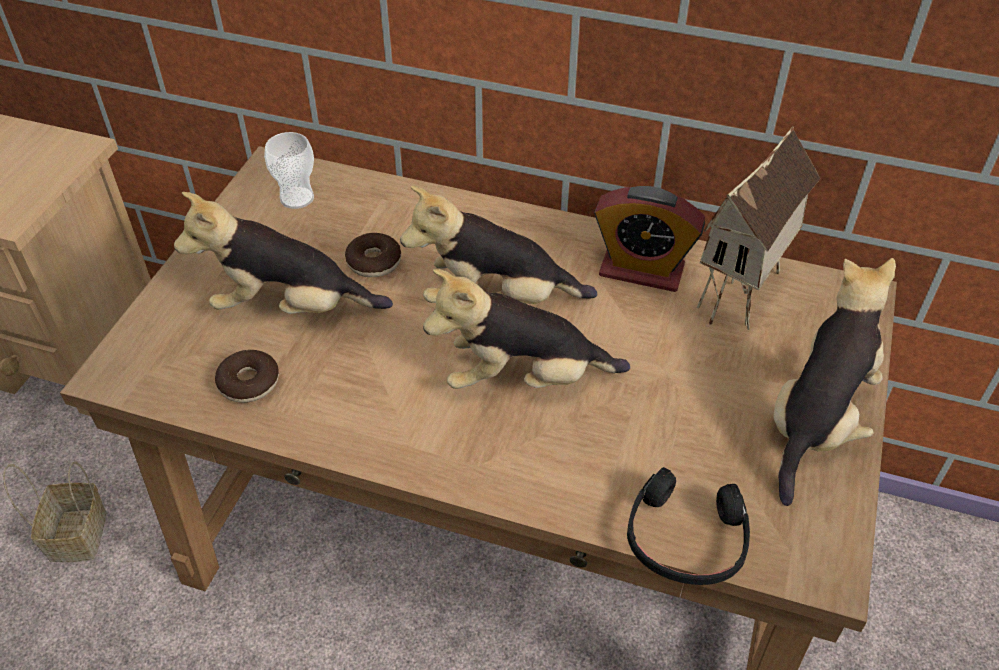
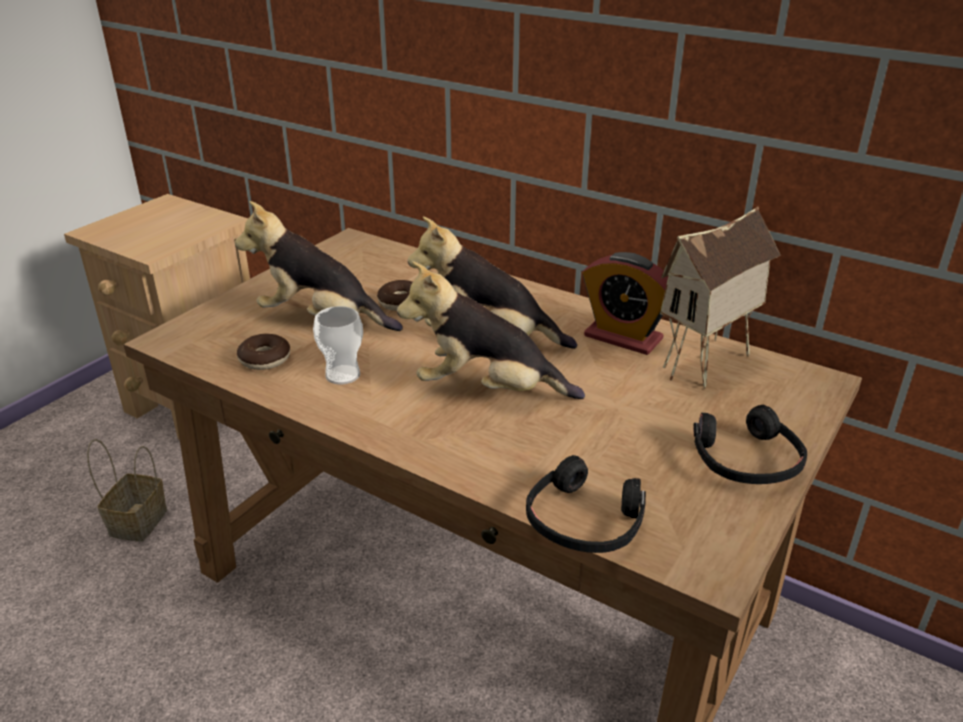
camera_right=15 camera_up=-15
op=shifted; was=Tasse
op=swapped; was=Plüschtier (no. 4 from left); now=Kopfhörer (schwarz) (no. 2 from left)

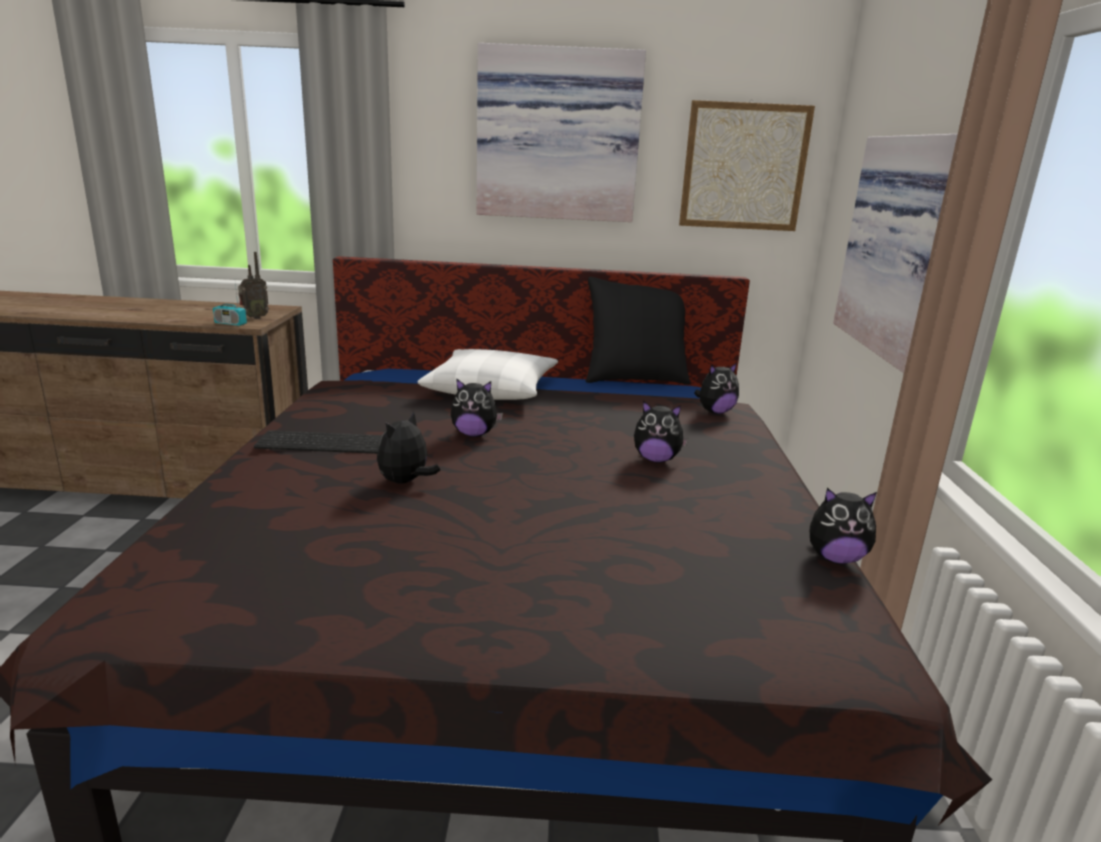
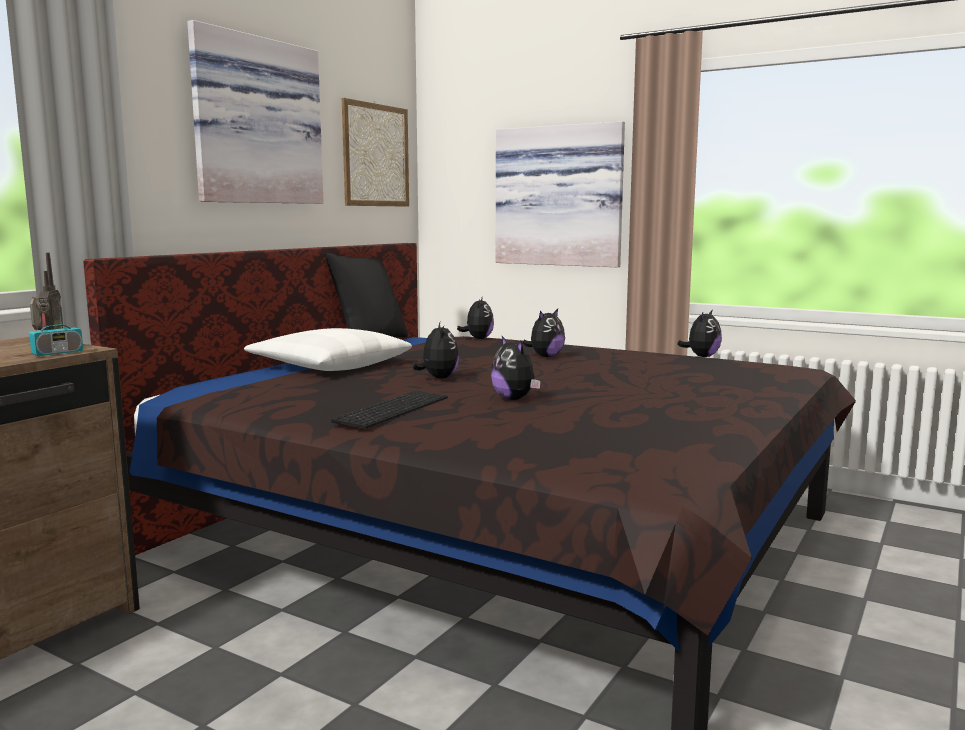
camera_right=-60 camera_up=-10
op=rotated; was=Plüschtier (no. 2 from left in the first image); clockwise=-45

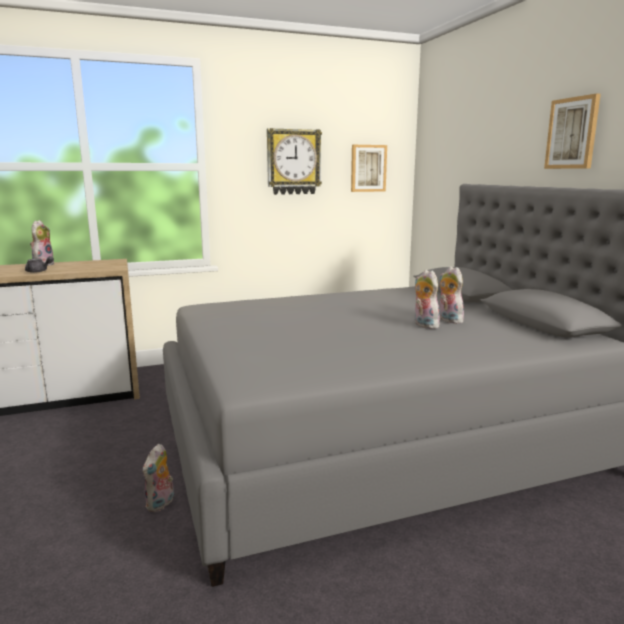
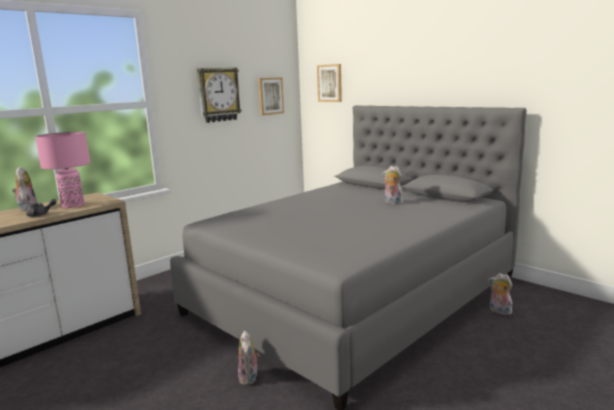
camera_right=-25 camera_up=0
op=new; now=Tischlampe (rosa)
op=shifted; was=Bild (no. 2 from left)
op=shifted; was=Plüschtier (no. 3 from left in the first image); now=Plüschtier (no. 4 from left)

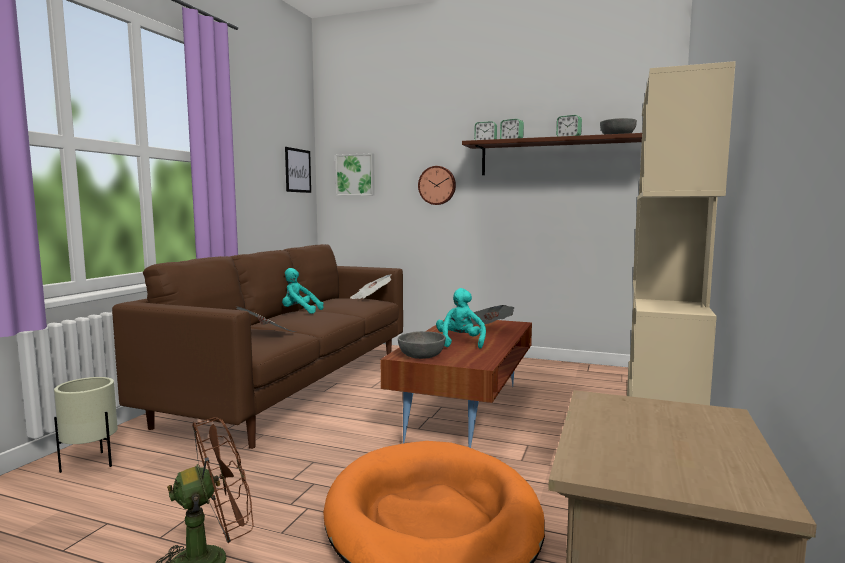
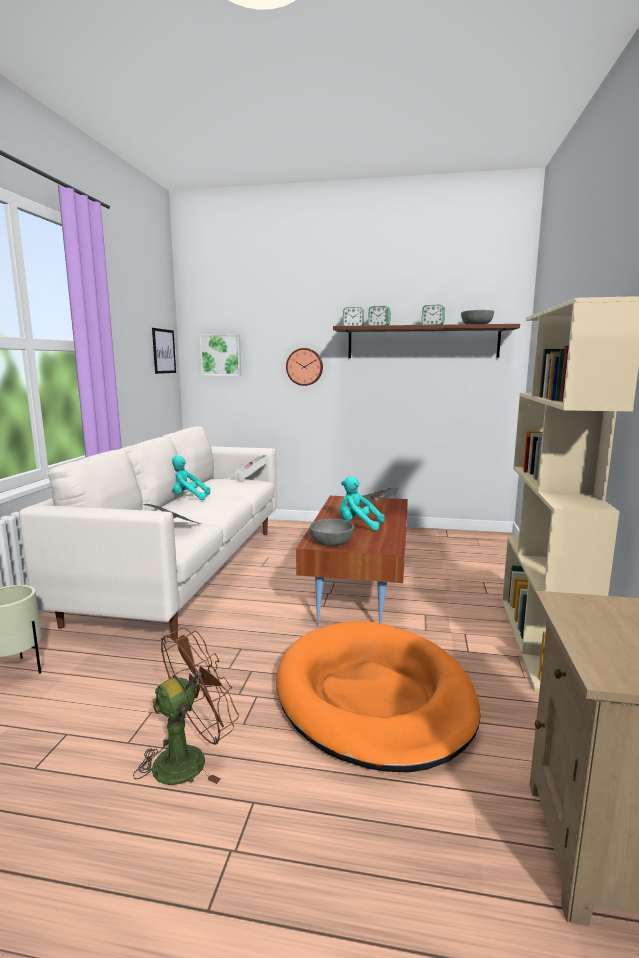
camera_right=-10 camera_up=5
op=repainted; was=Sofa (braun); now=Sofa (weiß)
op=rotated; was=Plüschtier (türkis) (no. 2 from left); clockwise=-60

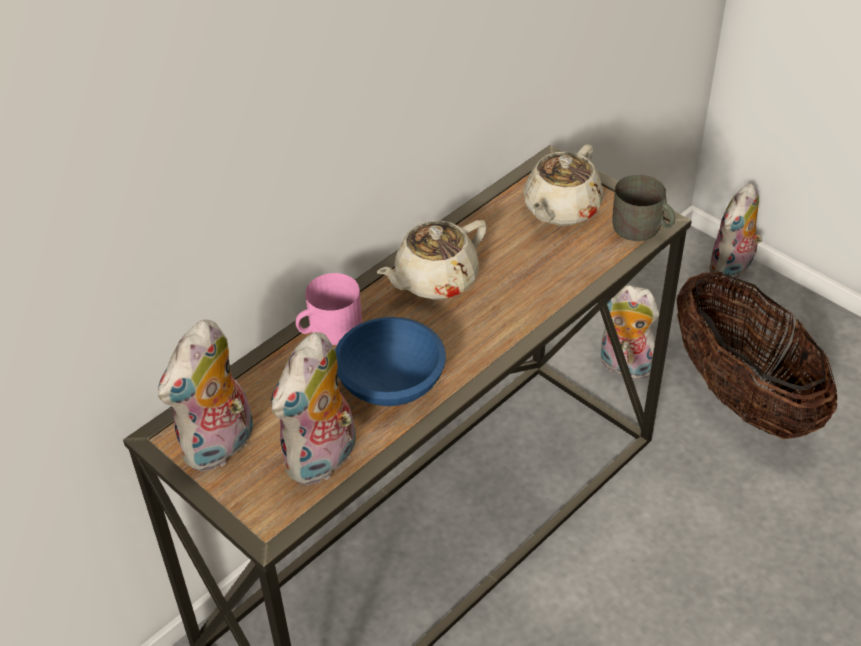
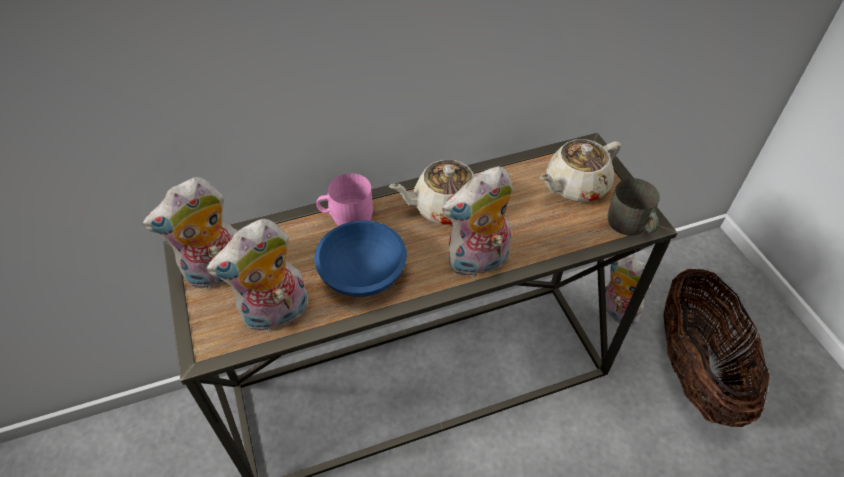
camera_right=25 camera_up=5
op=shifted; was=Plüschtier (no. 4 from left in the first image); now=Plüschtier (no. 3 from left)

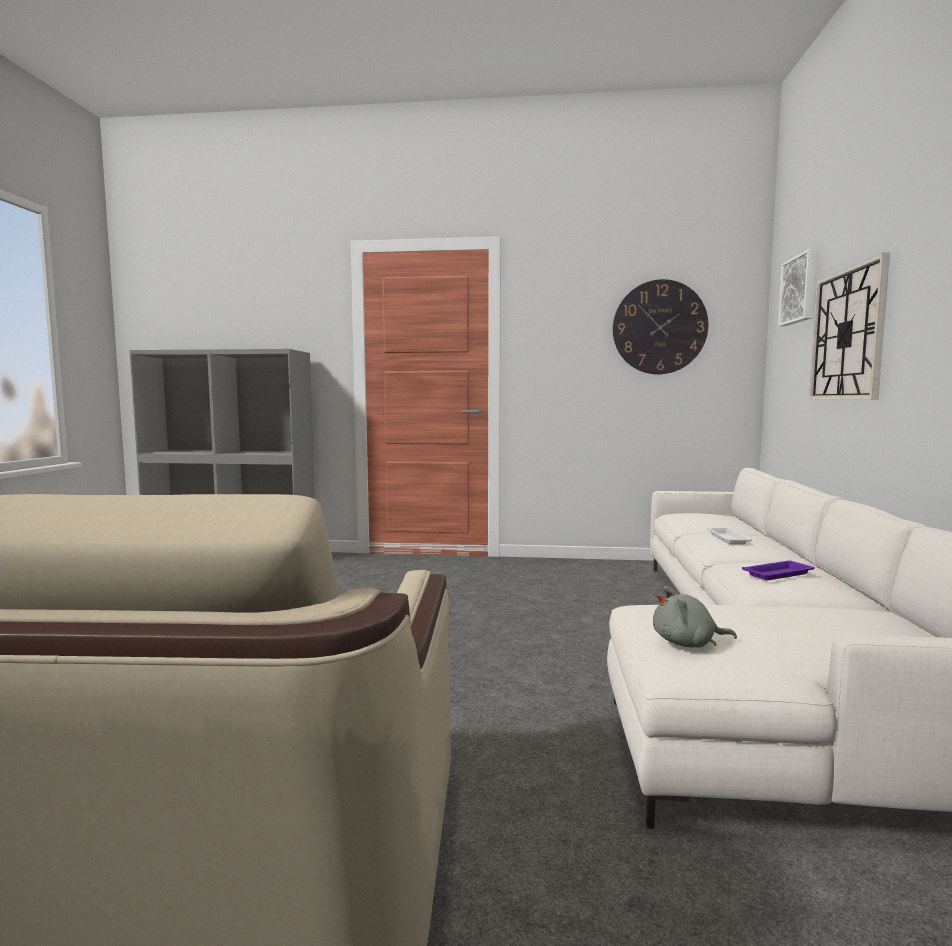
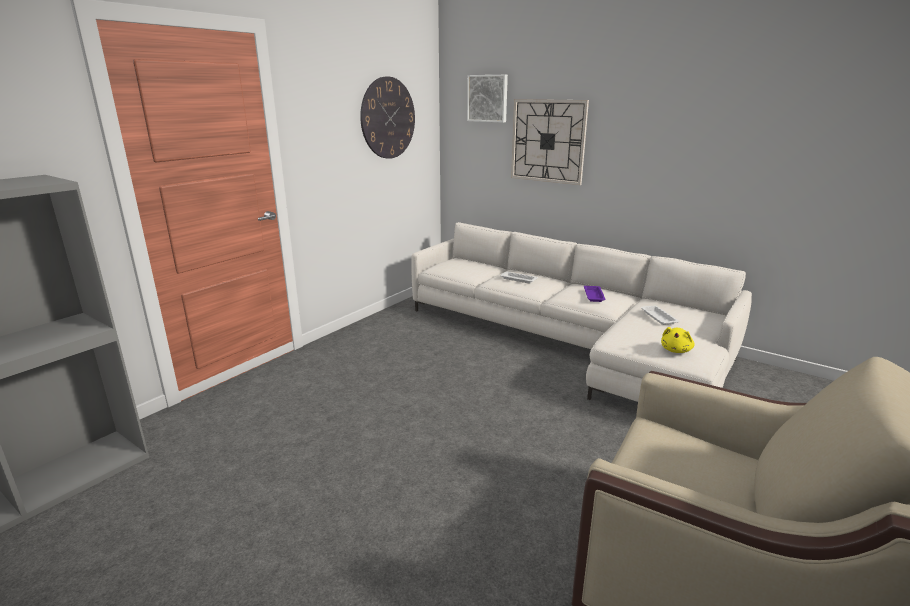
camera_right=-60 camera_up=15
op=new; now=Tablett (weiß) (no. 2 from left)
op=repainted; was=Plüschtier (grau); now=Plüschtier (gelb)

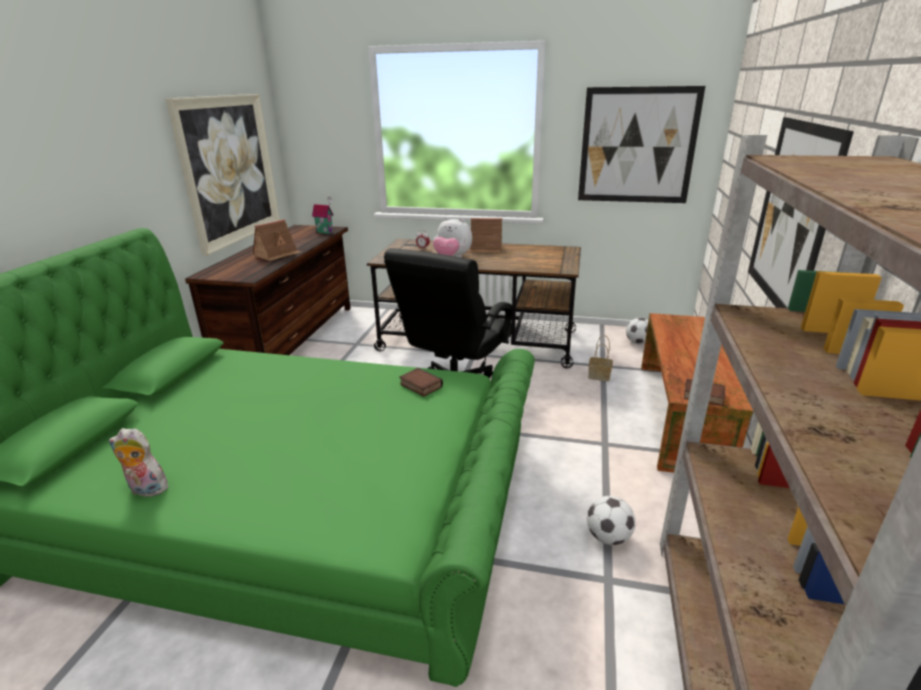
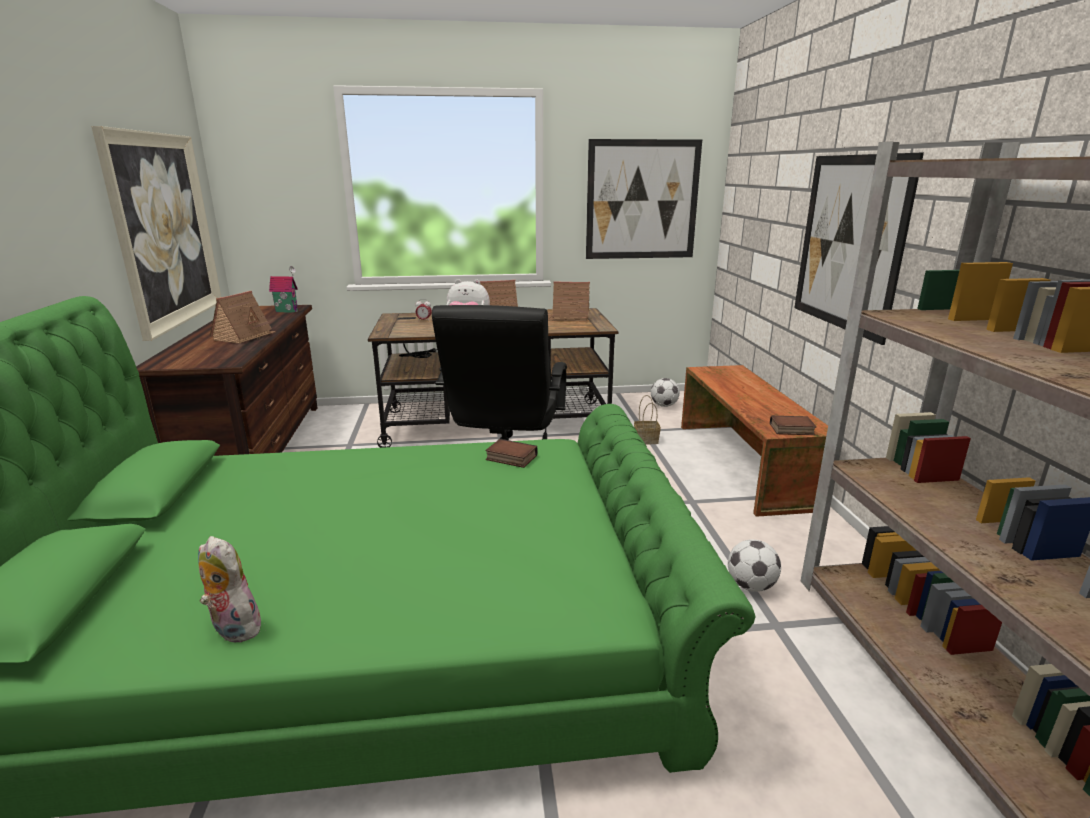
camera_right=-20 camera_up=-5
op=rotated; was=Plüschtier (no. 1 from left); clockwise=45
op=new; now=Spielzeughaus (no. 4 from left)

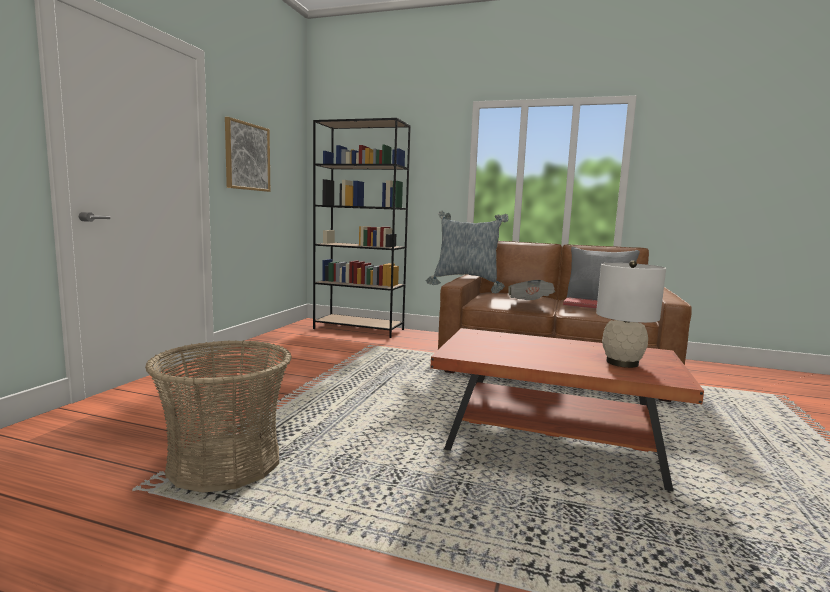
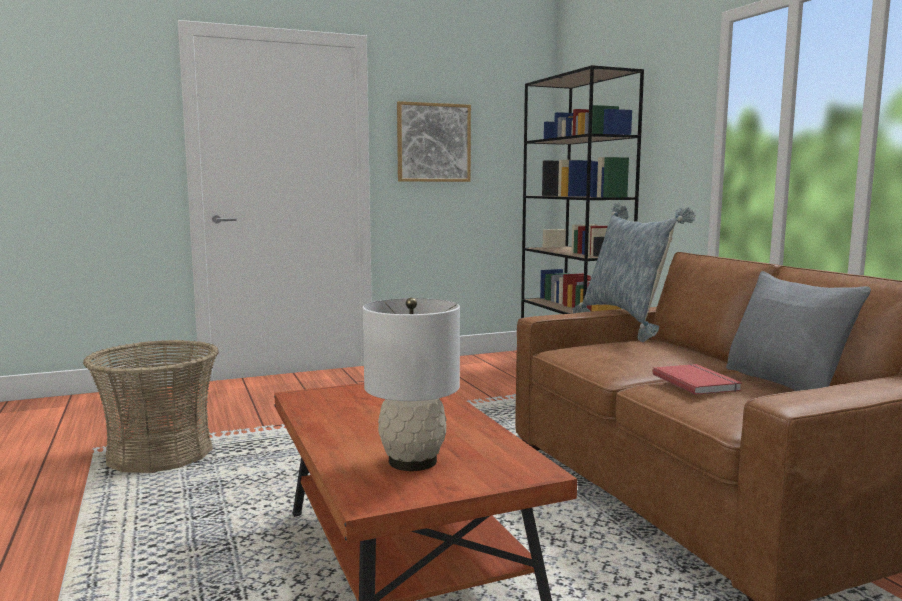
camera_right=50 camera_up=0
op=gone; was=Zeitung

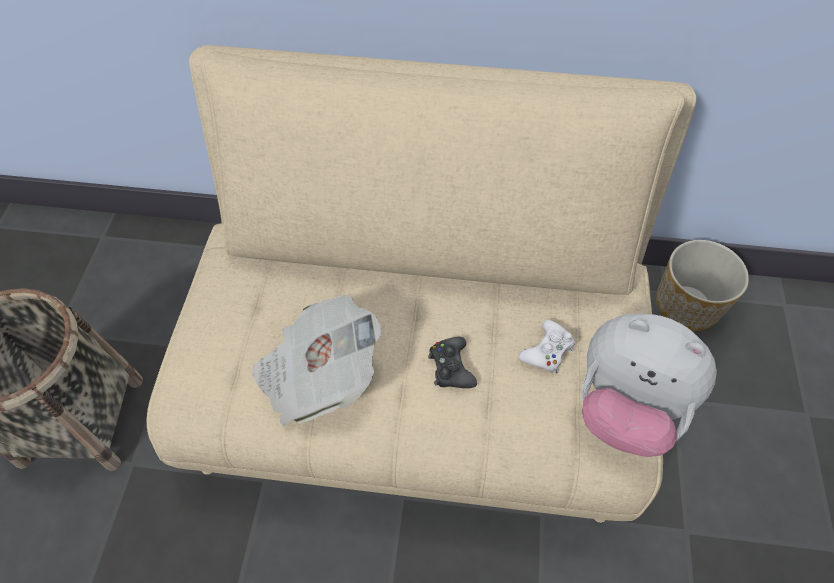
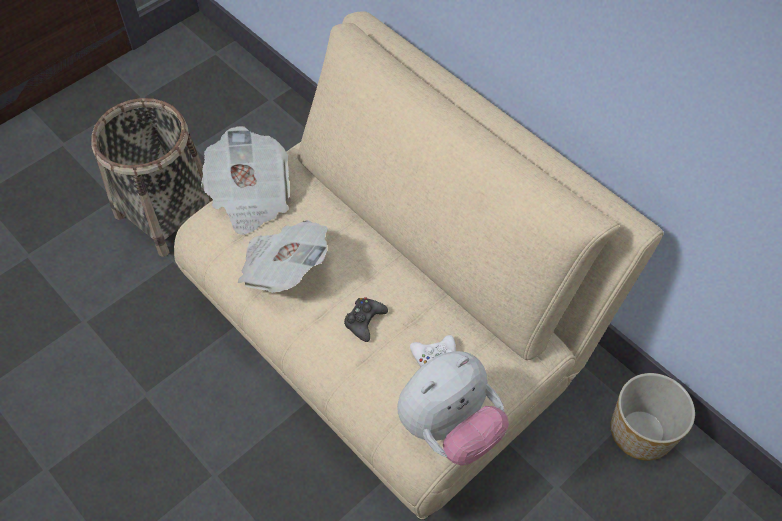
camera_right=40 camera_up=0
op=new; now=Zeitung (no. 1 from left)
op=rotated; was=Plüschtier; clockwise=-105

